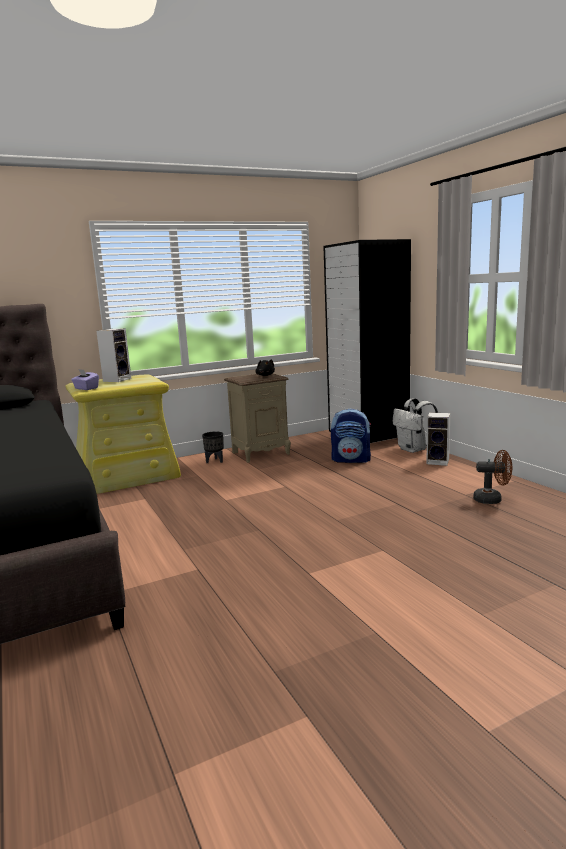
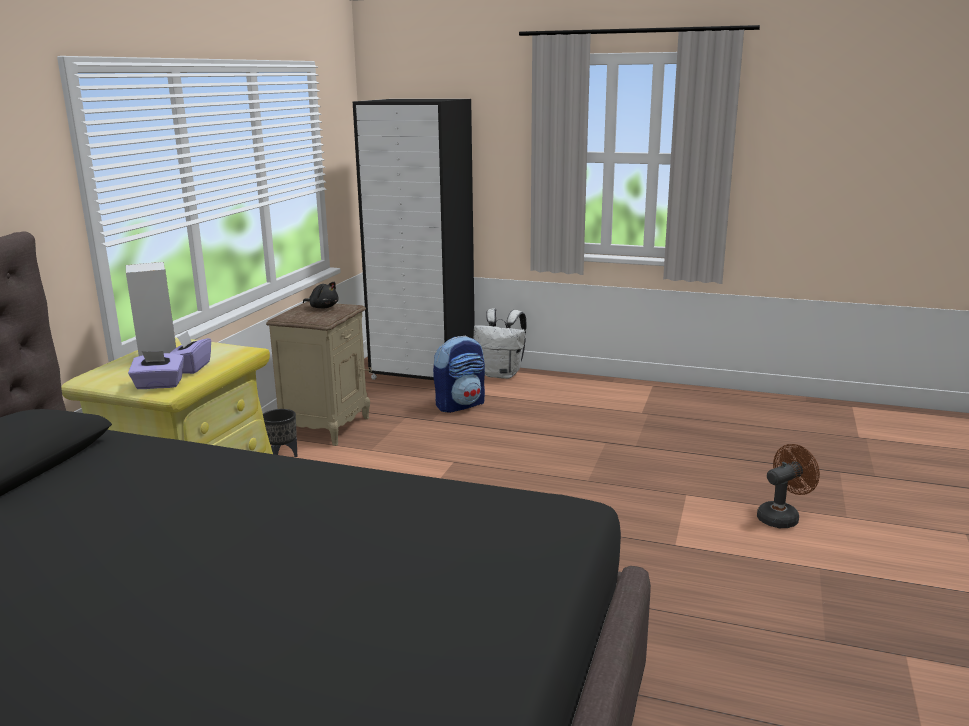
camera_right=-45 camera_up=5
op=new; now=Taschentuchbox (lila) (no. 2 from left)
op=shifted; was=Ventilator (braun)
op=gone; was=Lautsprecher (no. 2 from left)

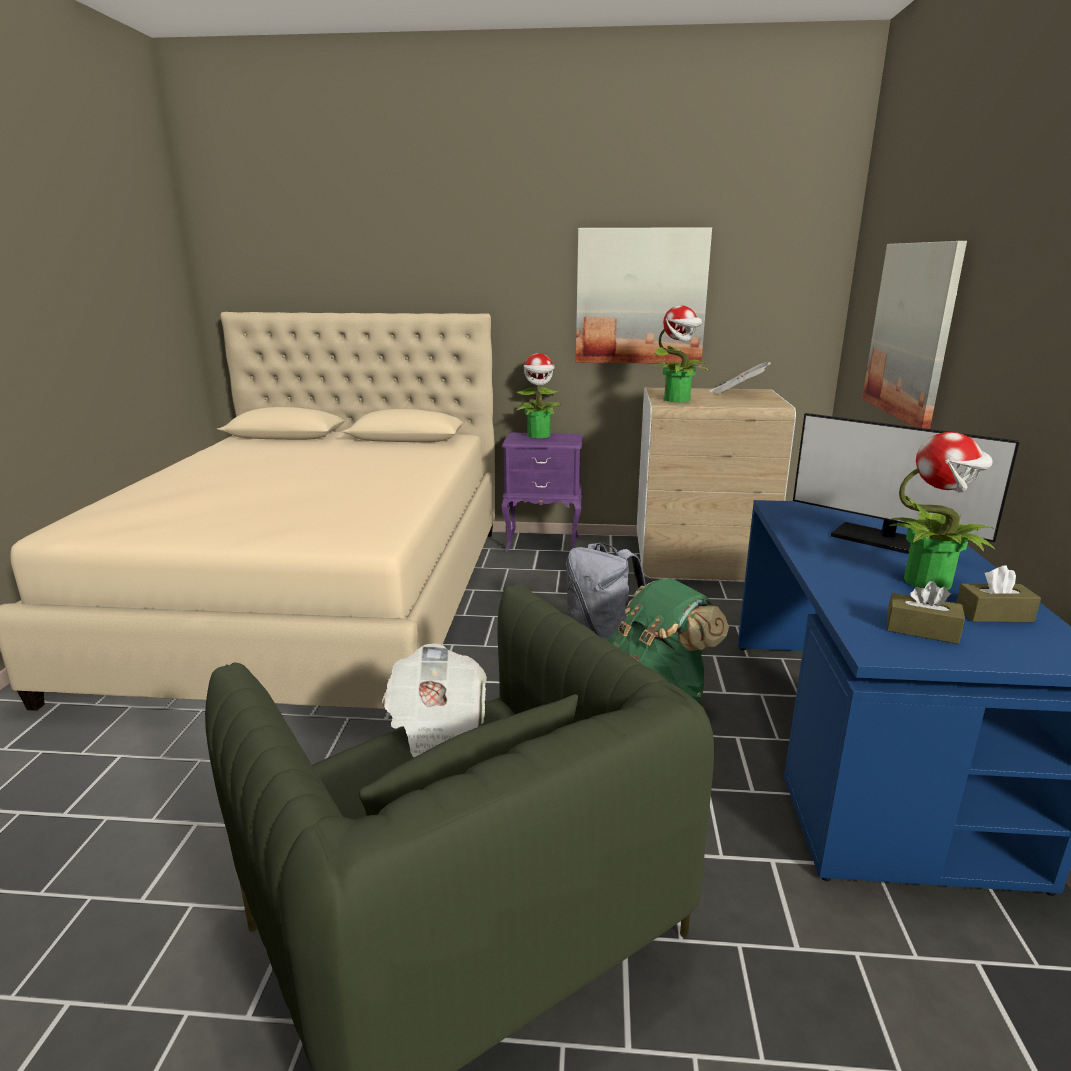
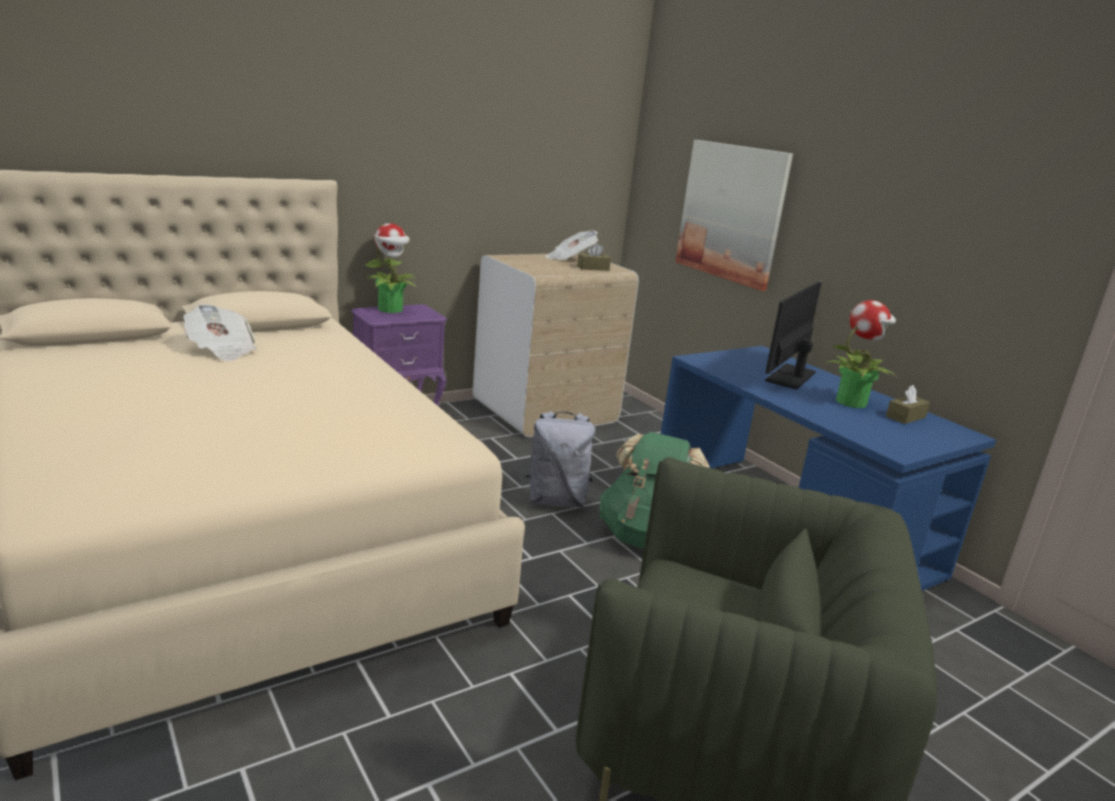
camera_right=-40 camera_up=0
op=shifted; was=Zeitung (no. 1 from left)
op=shifted; was=Taschentuchbox (braun) (no. 1 from left)
op=rotated; was=Monitor; clockwise=120
op=gone; was=Bild (no. 1 from left)
op=gone; was=Topfpflanze (no. 2 from left)

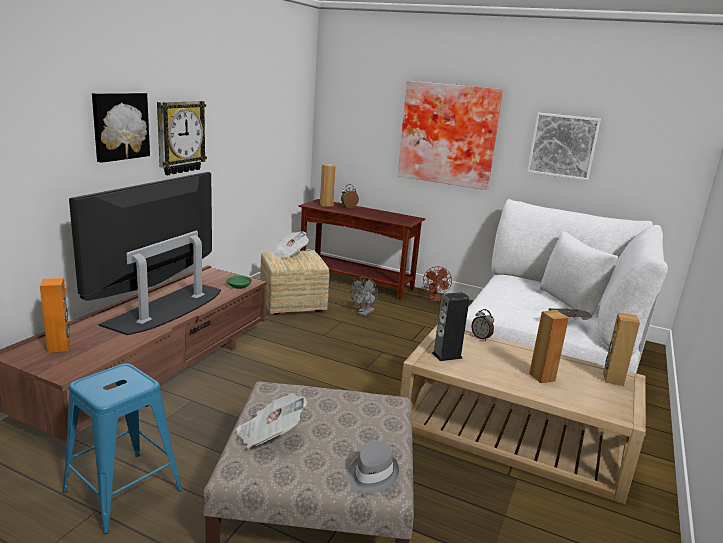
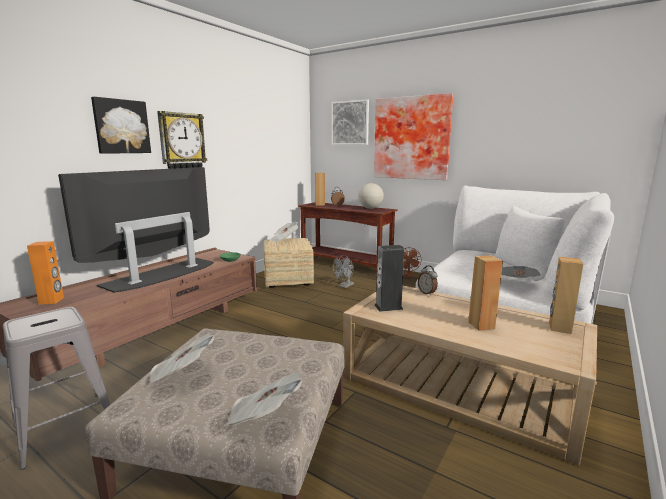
camera_right=10 camera_up=-5
op=repainted; was=Hocker (blau); now=Hocker (grau)
op=swapped; was=Hut (grau); now=Zeitung (no. 2 from left)
op=shifted; was=Bild (no. 3 from left in the first image); now=Bild (no. 2 from left)
op=new; now=Globus

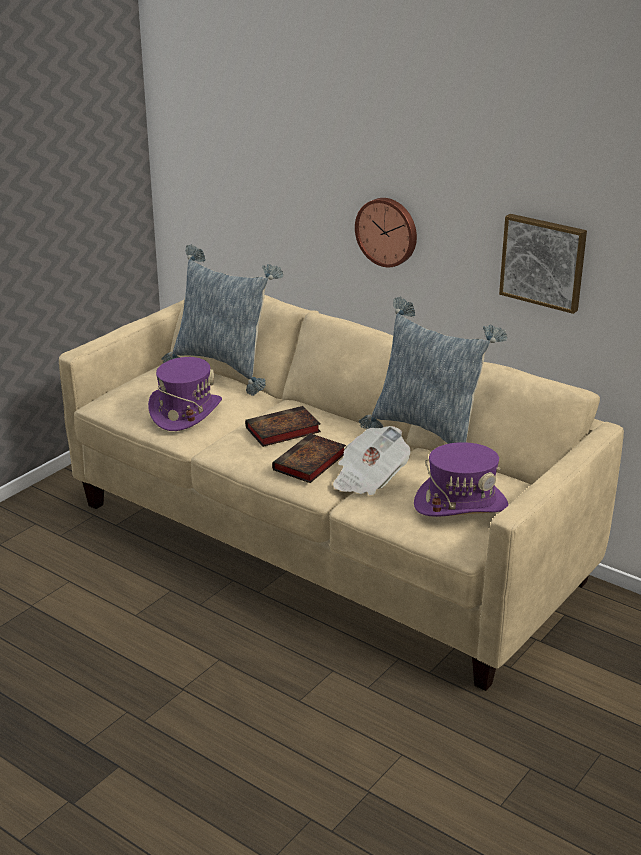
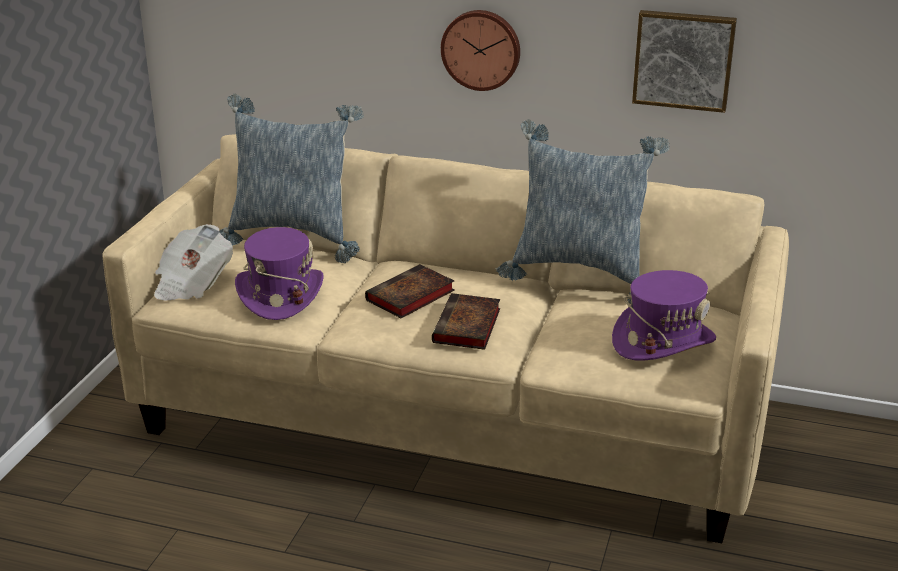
camera_right=-20 camera_up=0
op=shifted; was=Zeitung

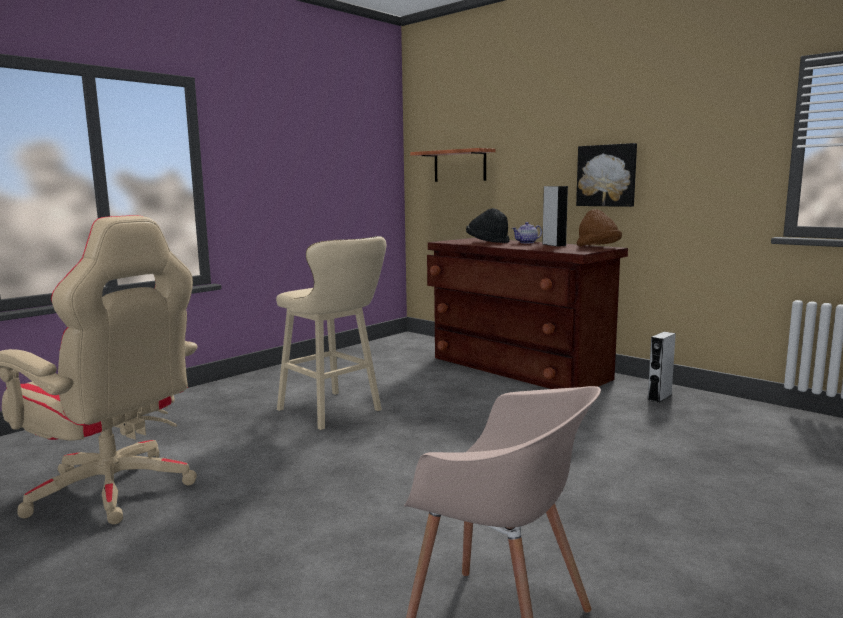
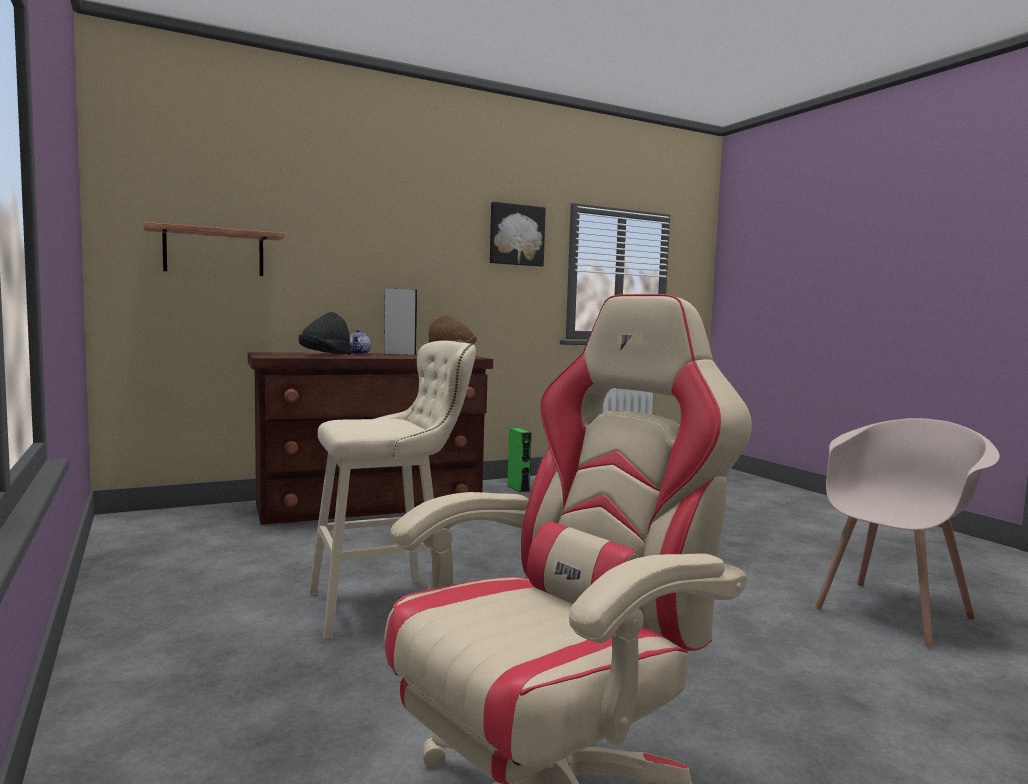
camera_right=-70 camera_up=-5
op=shifted; was=Bild
op=repainted; was=Lautsprecher (grau) (no. 2 from left); now=Lautsprecher (grün)

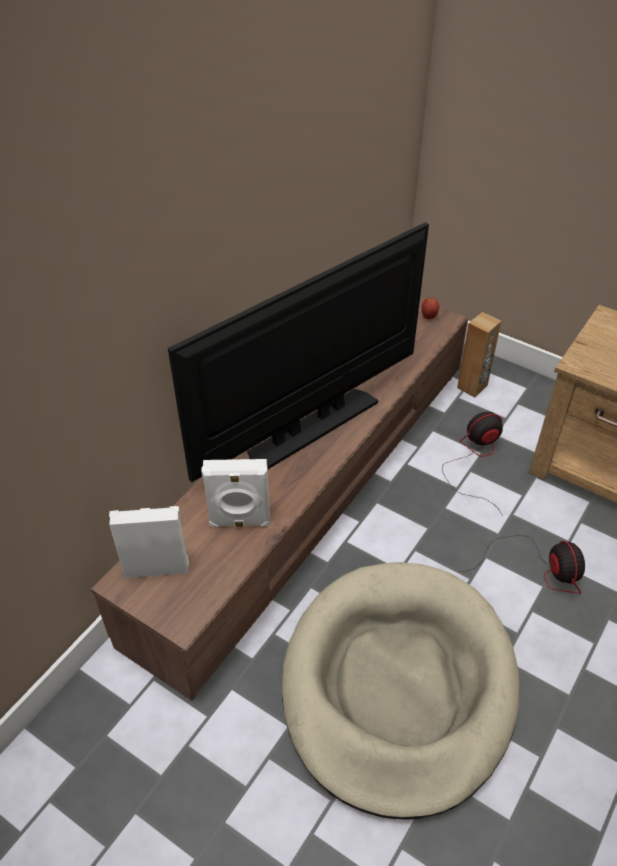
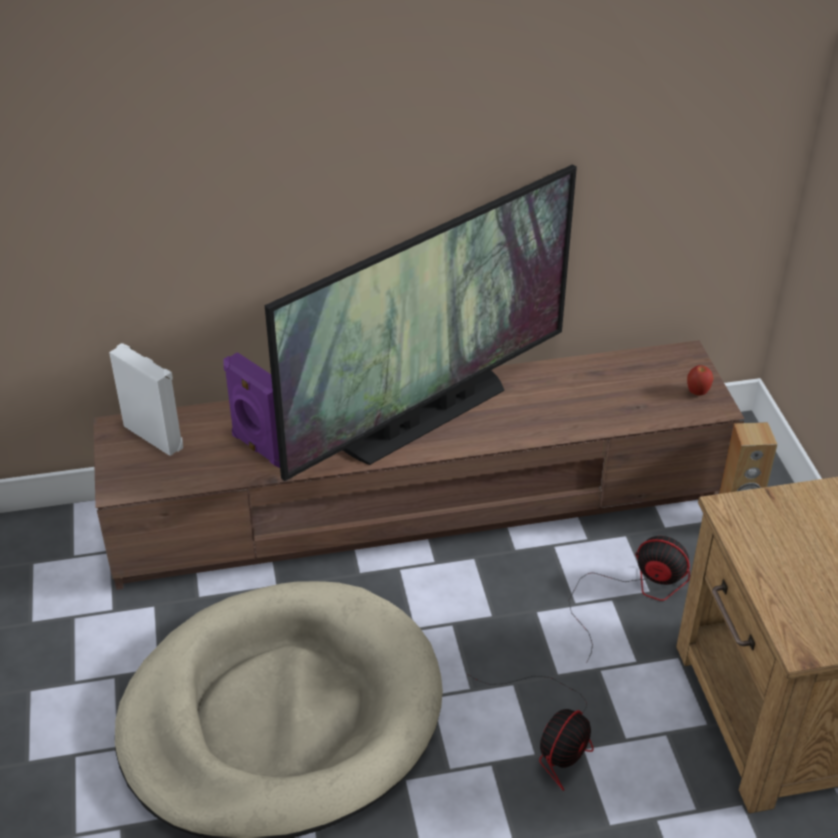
camera_right=45 camera_up=-5
op=repainted; was=Lautsprecher (weiß) (no. 2 from left); now=Lautsprecher (lila)
op=rotated; was=Fernseher; clockwise=135

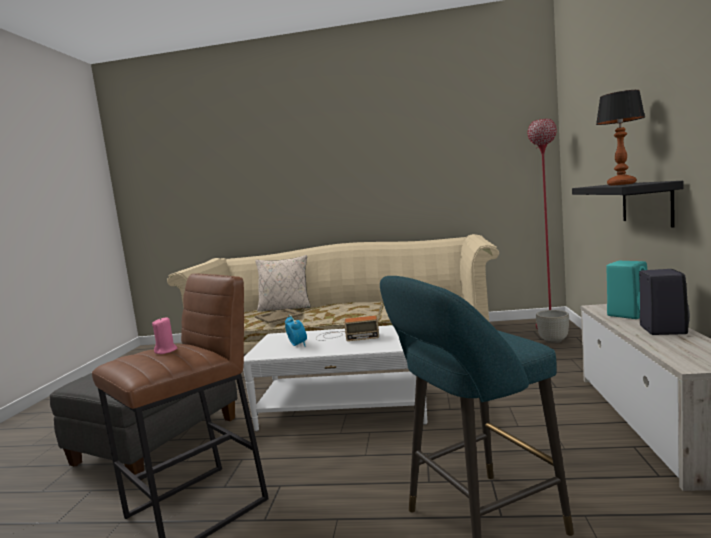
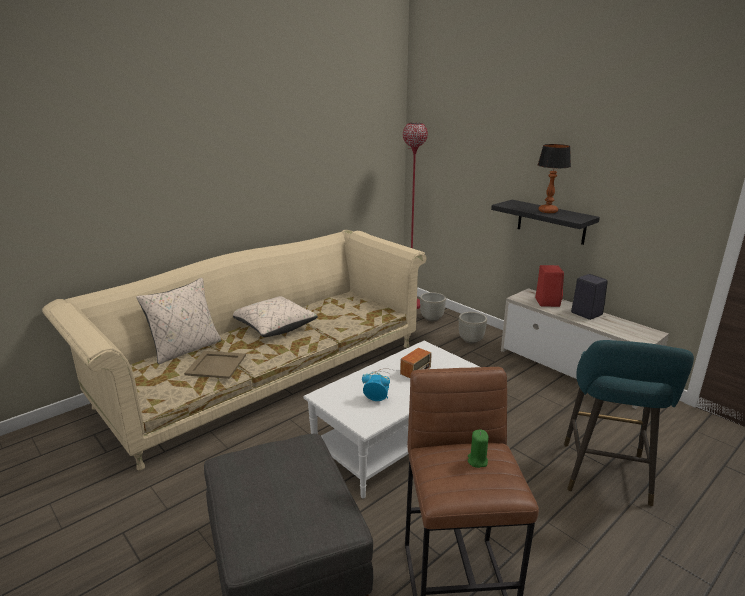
camera_right=-50 camera_up=15
op=new; now=Kissen (beige) (no. 2 from left)
op=new; now=Pflanzkübel (grau) (no. 2 from left)
op=repainted; was=Kerze (rosa); now=Kerze (grün)
op=repainted; was=Lautsprecher (türkis); now=Lautsprecher (rot)

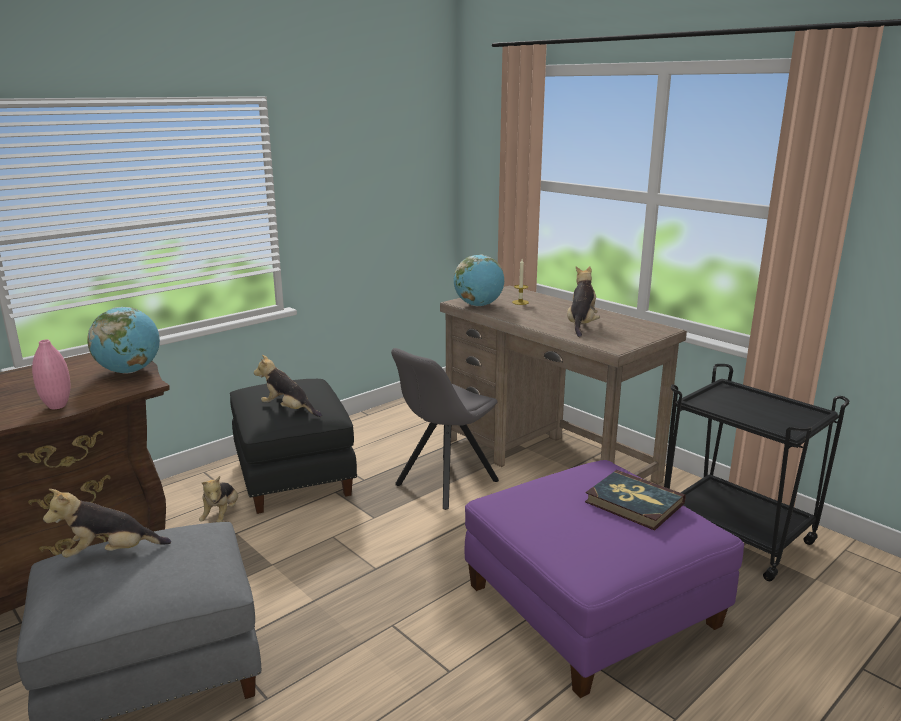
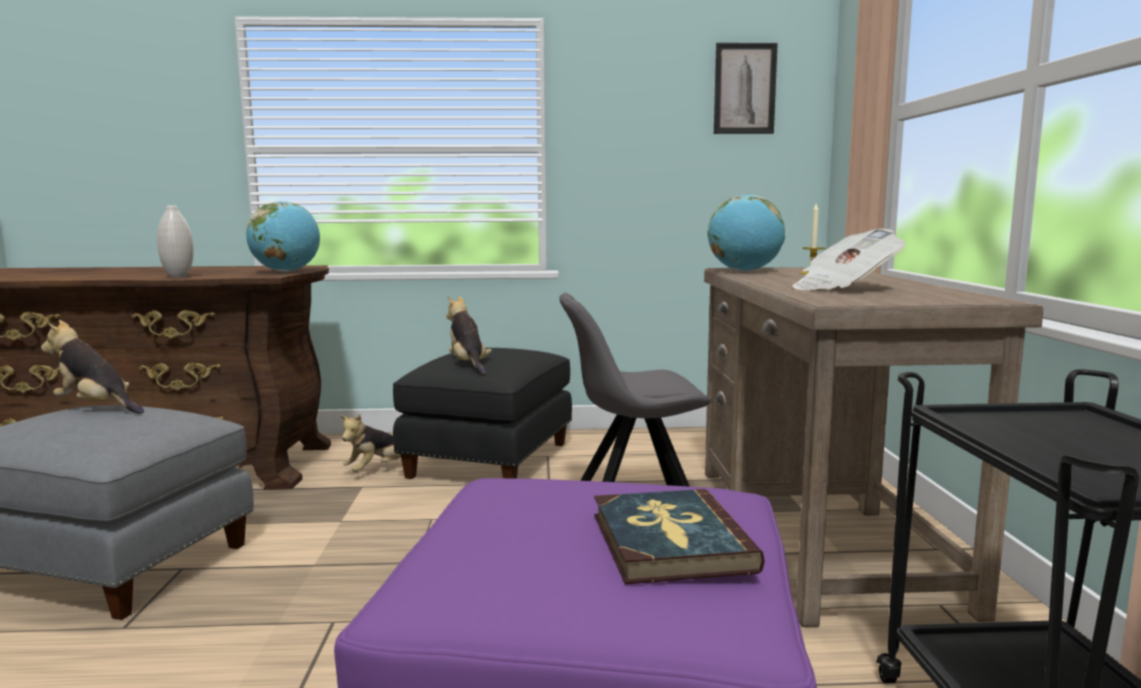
camera_right=40 camera_up=-10
op=repainted; was=Vase (rosa); now=Vase (weiß)
op=new; now=Bild
op=swapped; was=Plüschtier (no. 4 from left); now=Zeitung

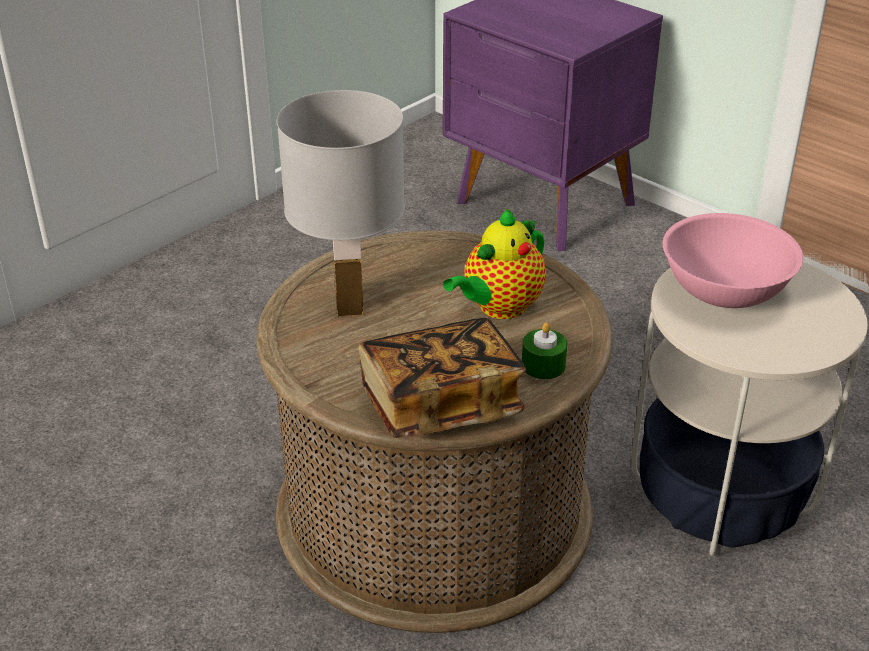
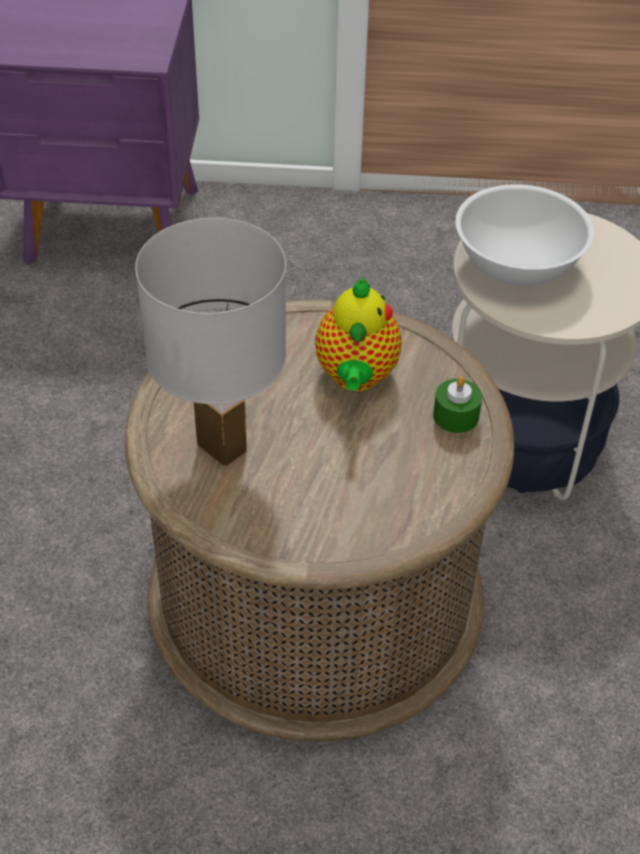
camera_right=-40 camera_up=10
op=repainted; was=Schüssel (rosa); now=Schüssel (weiß)
op=gone; was=Buch

